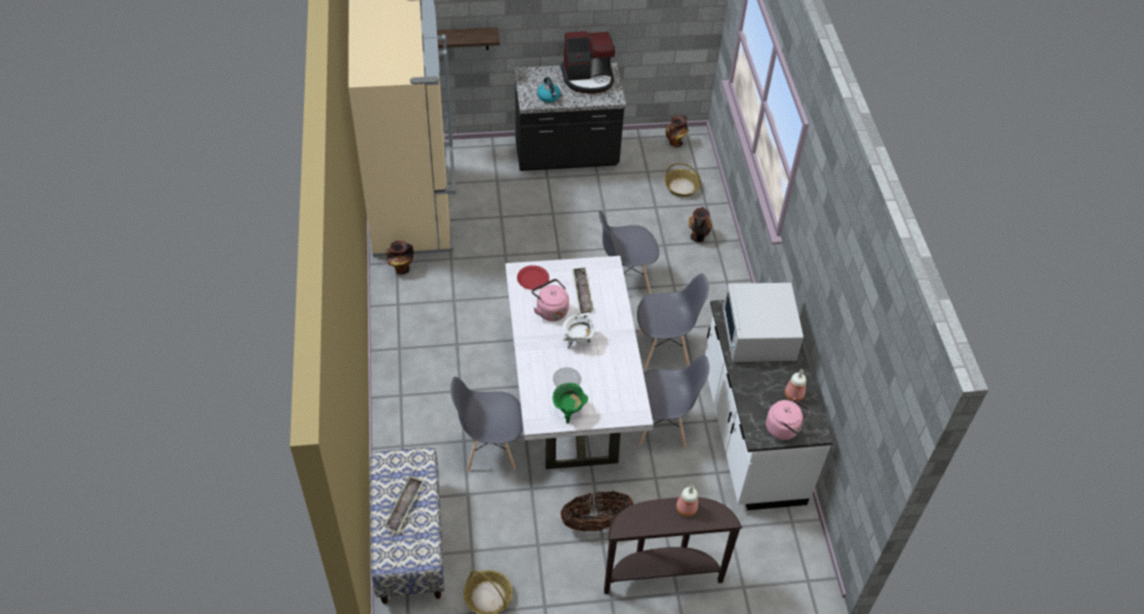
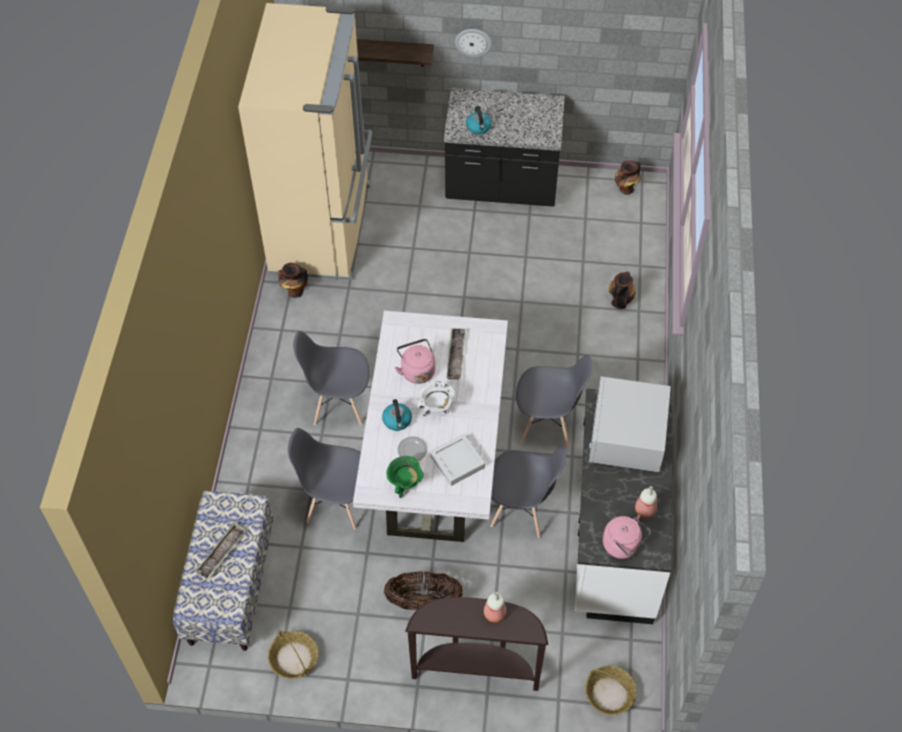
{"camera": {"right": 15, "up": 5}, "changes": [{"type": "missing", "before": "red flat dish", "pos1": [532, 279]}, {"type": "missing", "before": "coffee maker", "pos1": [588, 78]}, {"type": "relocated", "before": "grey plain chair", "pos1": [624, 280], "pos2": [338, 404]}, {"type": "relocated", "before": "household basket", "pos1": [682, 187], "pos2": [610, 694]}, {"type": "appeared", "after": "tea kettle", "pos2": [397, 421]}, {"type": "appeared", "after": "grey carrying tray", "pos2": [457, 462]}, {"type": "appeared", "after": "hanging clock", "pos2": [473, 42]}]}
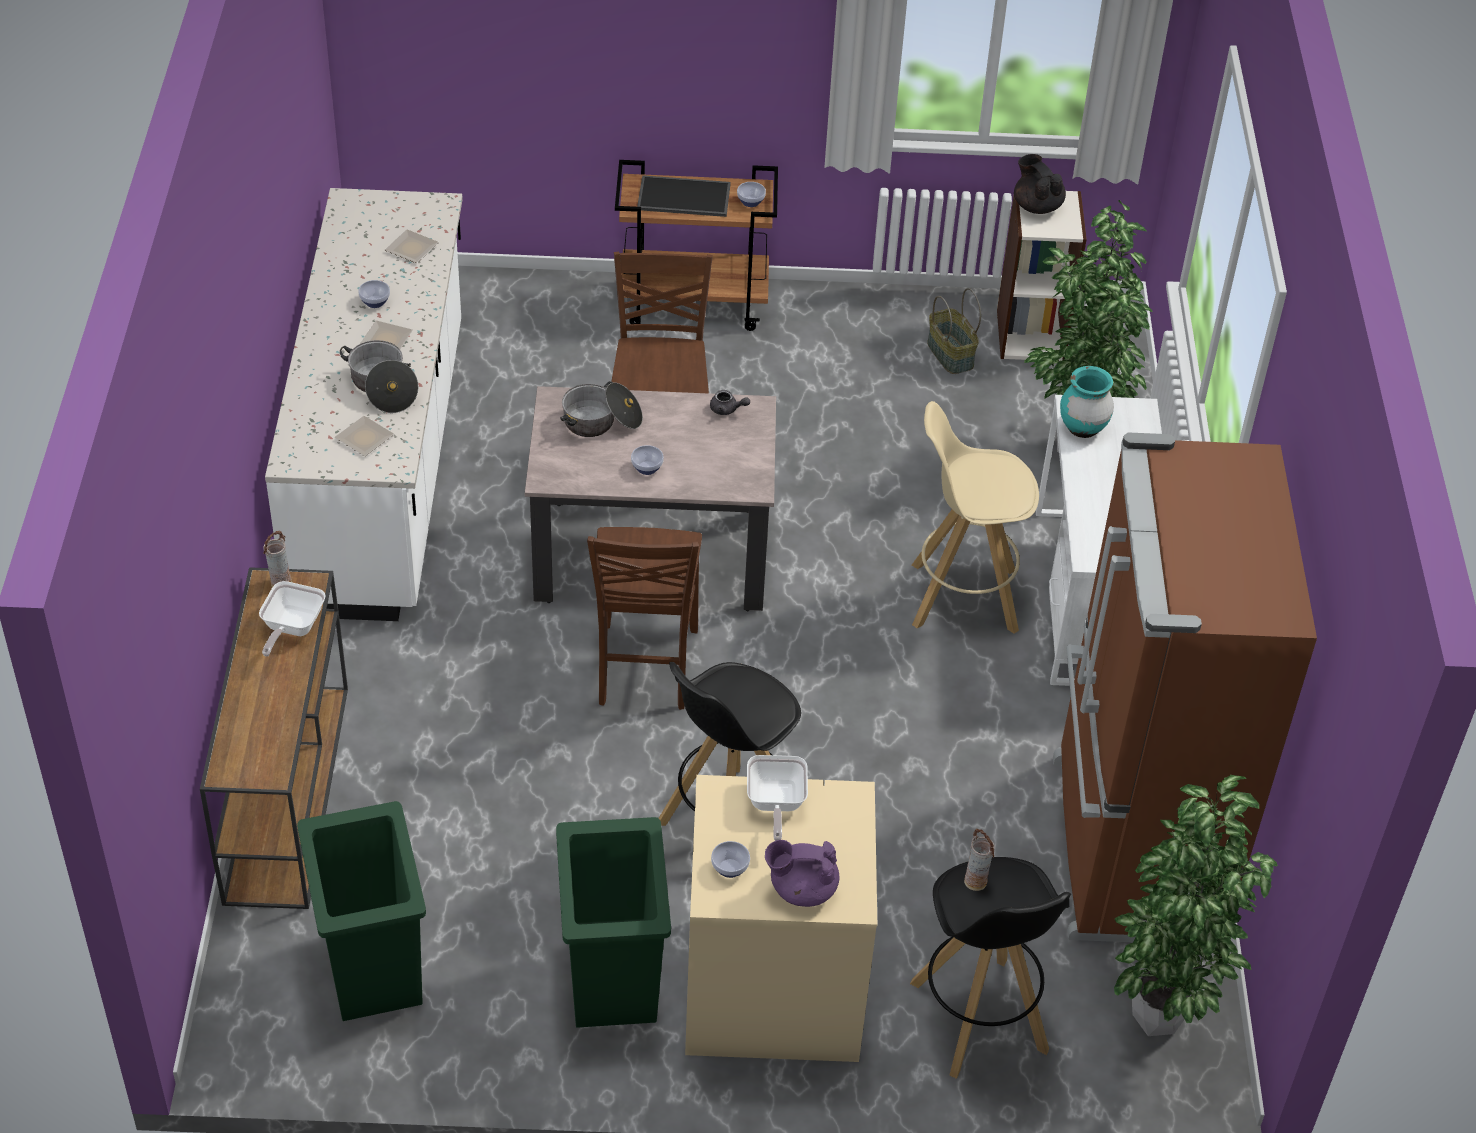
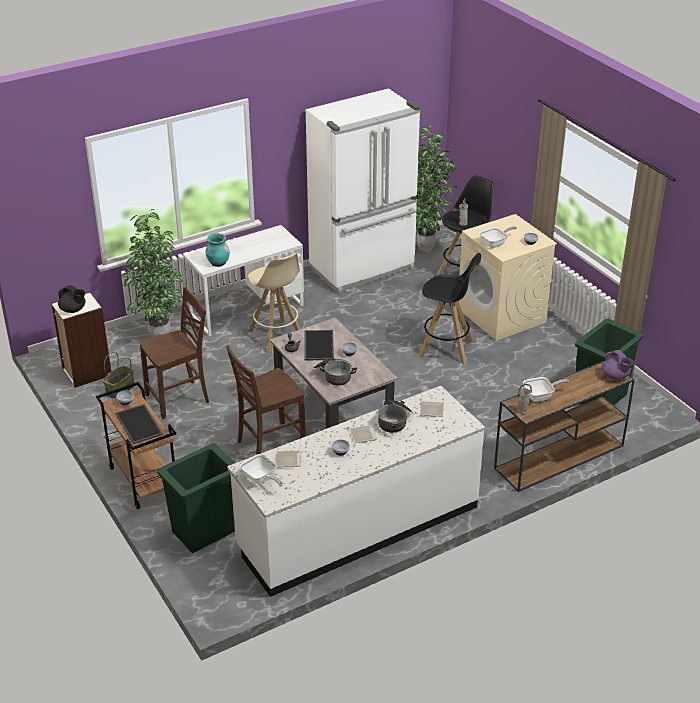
{"camera": {"right": -120, "up": -10}, "changes": [{"type": "relocated", "before": "green-coloured waste bin", "pos1": [611, 981], "pos2": [205, 531]}, {"type": "relocated", "before": "brownish plain chair", "pos1": [644, 668], "pos2": [179, 399]}, {"type": "relocated", "before": "purplish tea pot", "pos1": [801, 889], "pos2": [615, 376]}, {"type": "spun", "before": "blackish tea pot", "pos1": [1037, 206], "pos2": [73, 310], "turn": -90}, {"type": "colour", "before": "brownish kitchen fridge", "after": "whitish kitchen fridge", "pos1": [1130, 850], "pos2": [363, 269]}, {"type": "appeared", "after": "frying pan", "pos2": [261, 479]}, {"type": "appeared", "after": "carrying tray", "pos2": [318, 345]}]}
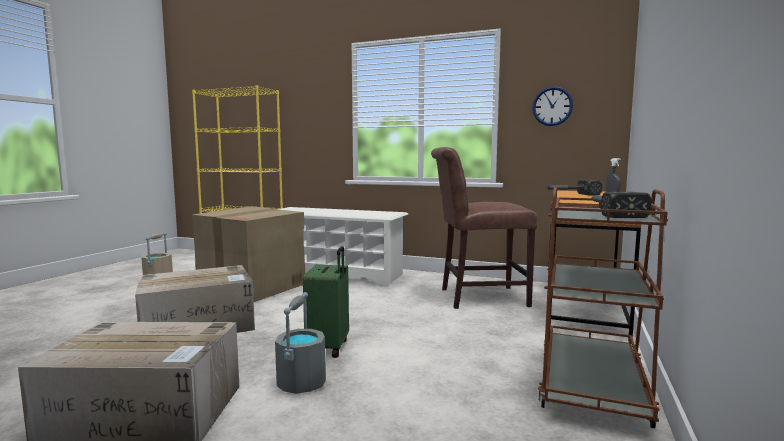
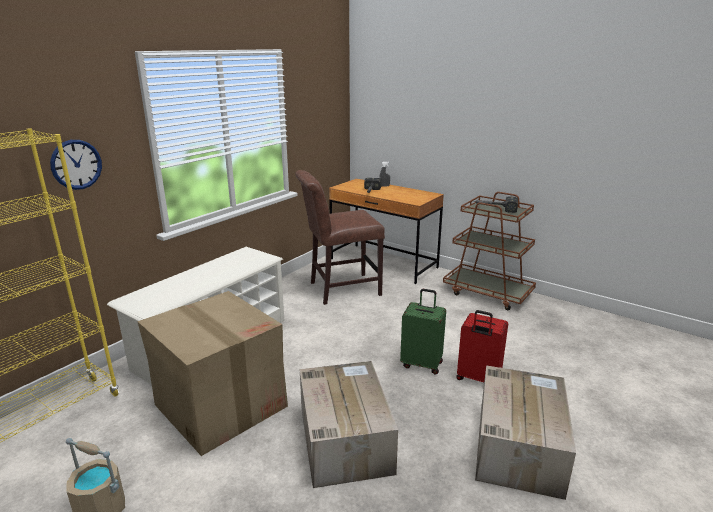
{"camera": {"right": -75, "up": 15}, "changes": [{"type": "exchanged", "before": "grey water bucket", "after": "red piece of luggage", "pos1": [301, 383], "pos2": [477, 378]}, {"type": "spun", "before": "brownish plain chair", "pos1": [478, 297], "pos2": [340, 289], "turn": 60}, {"type": "relocated", "before": "hanging clock", "pos1": [552, 106], "pos2": [76, 164]}]}
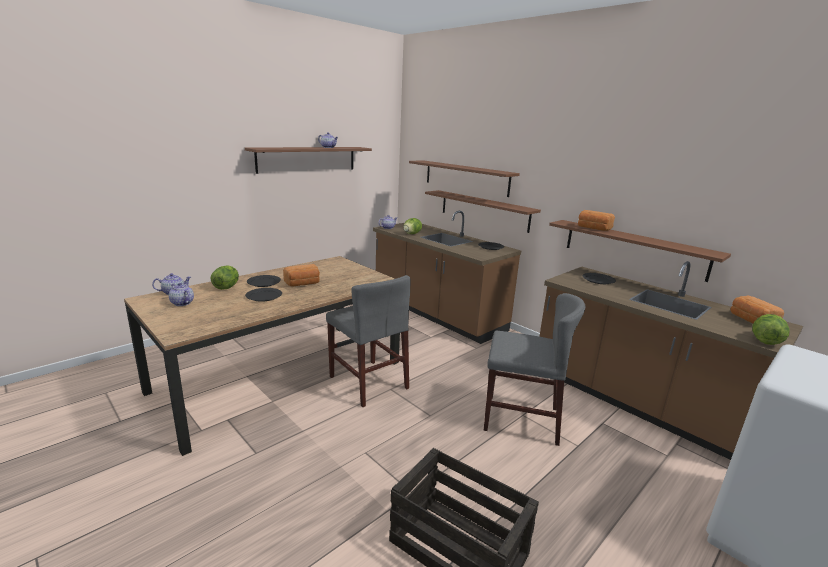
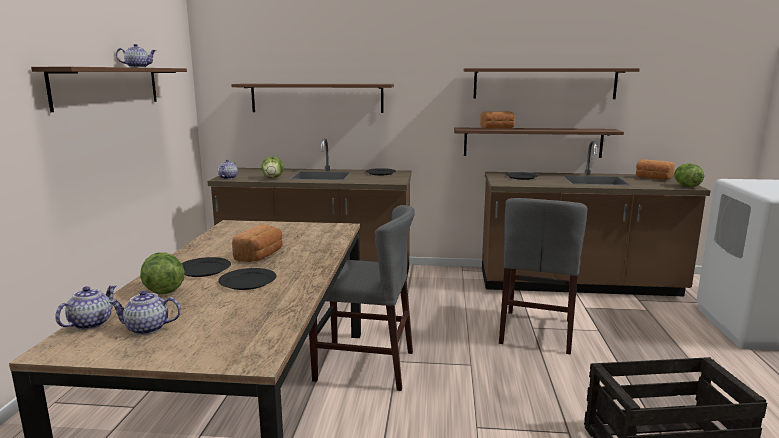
{"camera": {"right": -40, "up": -5}, "changes": [{"type": "relocated", "before": "brownish bracket shelf", "pos1": [483, 210], "pos2": [544, 83]}, {"type": "spun", "before": "grey plain chair", "pos1": [521, 419], "pos2": [536, 331], "turn": 135}]}
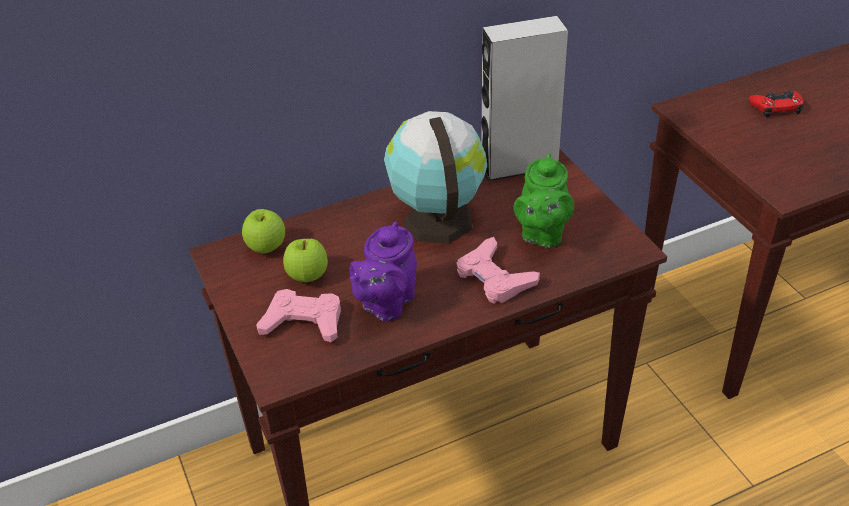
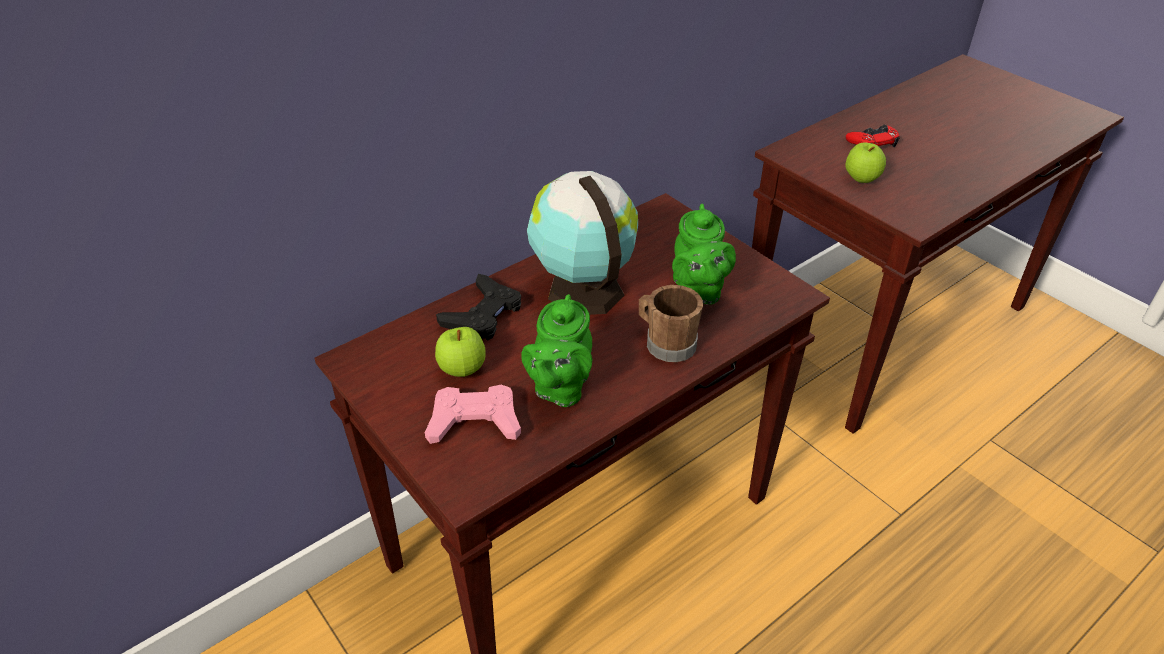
{"camera": {"right": -15, "up": 0}, "changes": [{"type": "relocated", "before": "whole apple", "pos1": [266, 247], "pos2": [861, 179]}, {"type": "colour", "before": "purplish tea pot", "after": "green-coloured tea pot", "pos1": [385, 304], "pos2": [560, 388]}, {"type": "exchanged", "before": "pink-coloured joypad", "after": "brownish tea mug", "pos1": [494, 277], "pos2": [666, 343]}, {"type": "missing", "before": "grey speaker", "pos1": [519, 165]}, {"type": "appeared", "after": "blackish joypad", "pos2": [483, 315]}]}
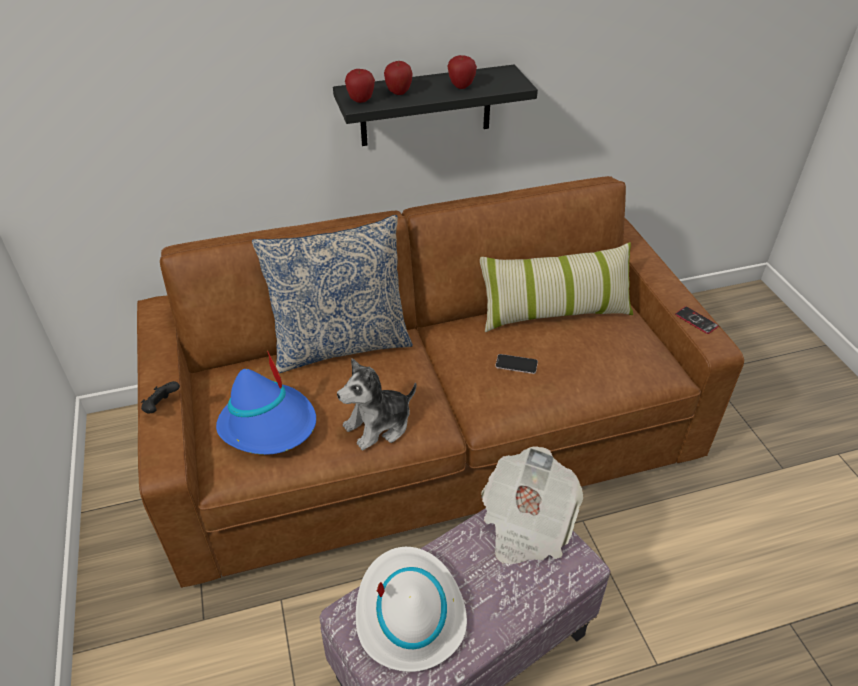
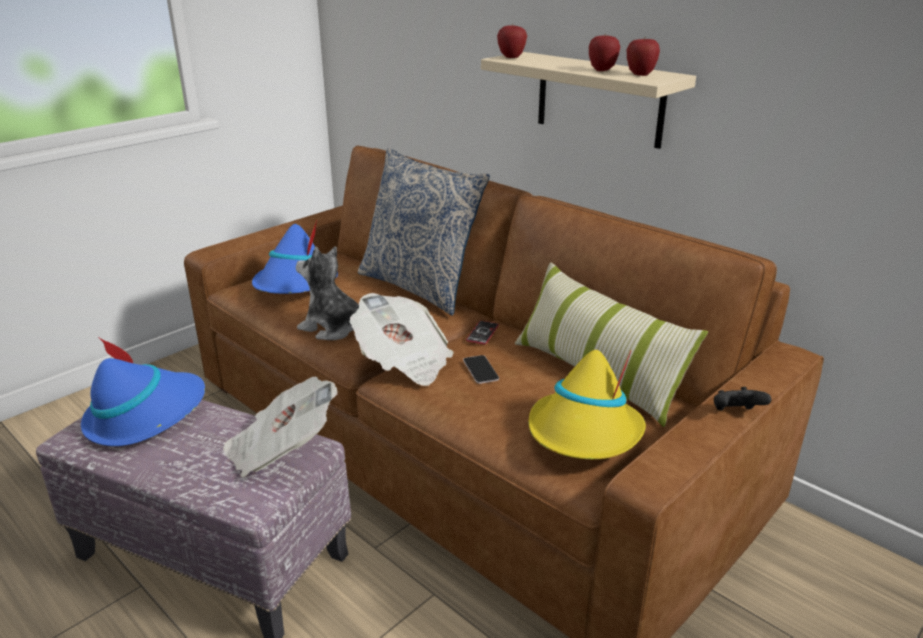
{"camera": {"right": 60, "up": -15}, "changes": [{"type": "relocated", "before": "blackish joypad", "pos1": [161, 407], "pos2": [735, 413]}, {"type": "colour", "before": "blackish bracket shelf", "after": "beige-coloured bracket shelf", "pos1": [426, 106], "pos2": [599, 99]}, {"type": "colour", "before": "whitish clothing hat", "after": "blue-coloured clothing hat", "pos1": [409, 612], "pos2": [146, 415]}, {"type": "relocated", "before": "whole apple", "pos1": [398, 92], "pos2": [640, 74]}, {"type": "relocated", "before": "handset", "pos1": [696, 320], "pos2": [482, 333]}, {"type": "appeared", "after": "newspaper", "pos2": [403, 361]}, {"type": "appeared", "after": "yellow-coloured clothing hat", "pos2": [584, 433]}]}
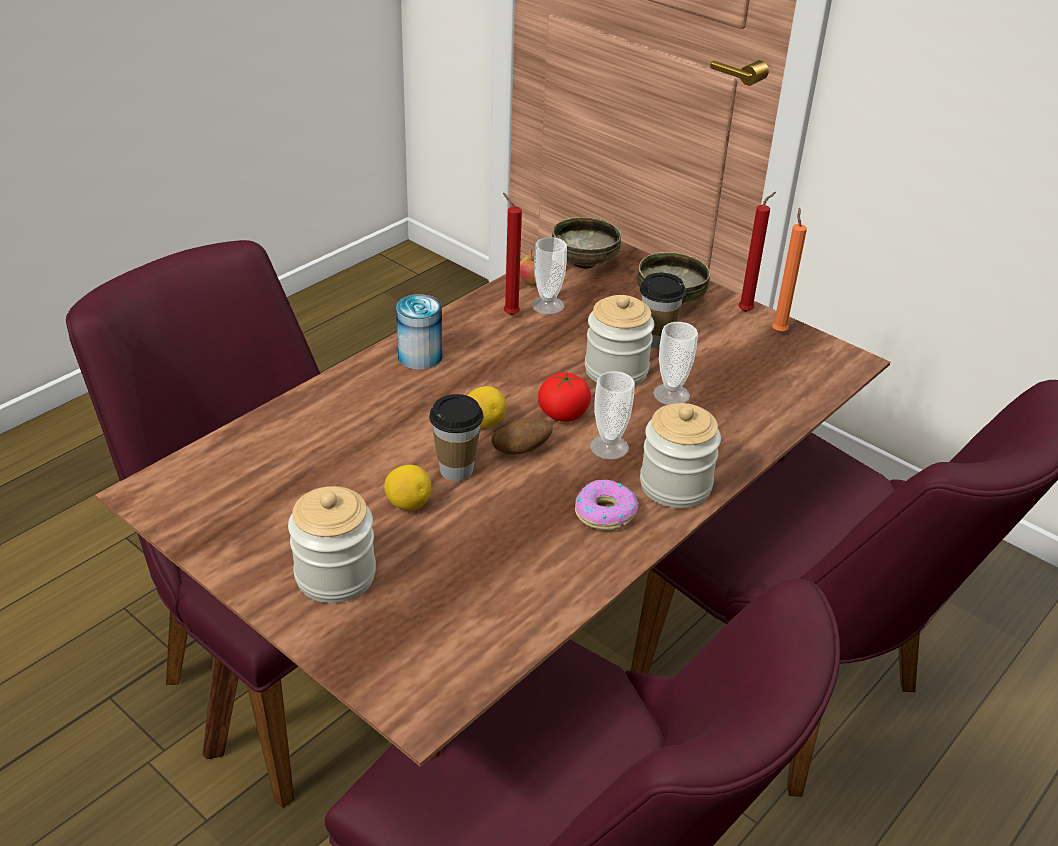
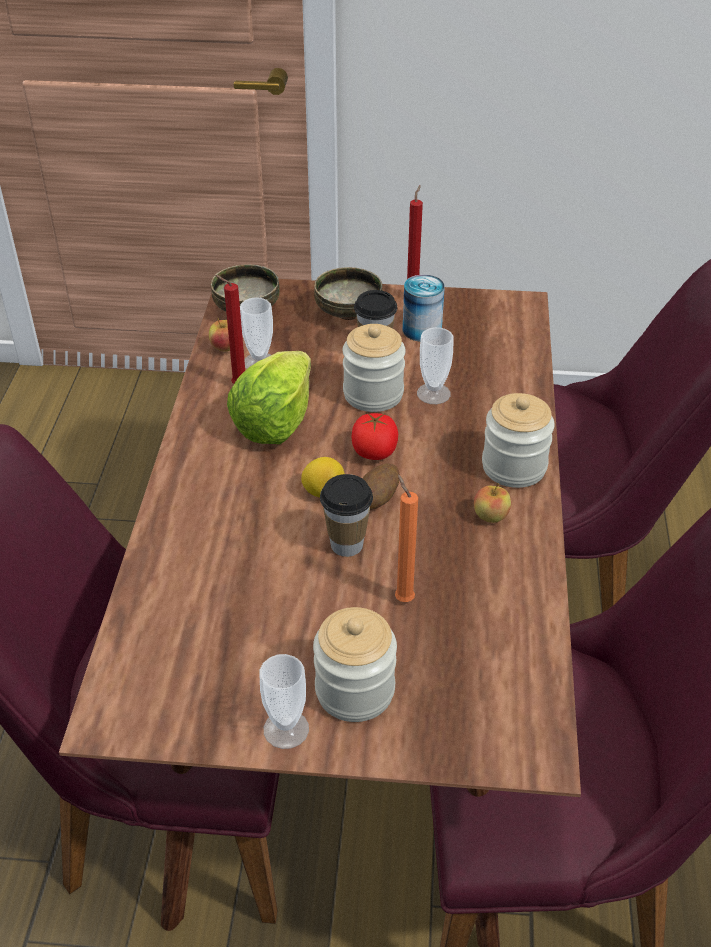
{"camera": {"right": -35, "up": 5}, "changes": [{"type": "missing", "before": "whole lemon", "pos1": [408, 504]}, {"type": "relocated", "before": "sealed can", "pos1": [420, 356], "pos2": [422, 330]}, {"type": "exchanged", "before": "ring doughnut", "after": "whole apple", "pos1": [605, 512], "pos2": [490, 516]}, {"type": "relocated", "before": "cup", "pos1": [609, 447], "pos2": [286, 729]}, {"type": "relocated", "before": "orangey wax light", "pos1": [778, 331], "pos2": [402, 598]}, {"type": "appeared", "after": "head of lettuce", "pos2": [275, 421]}]}
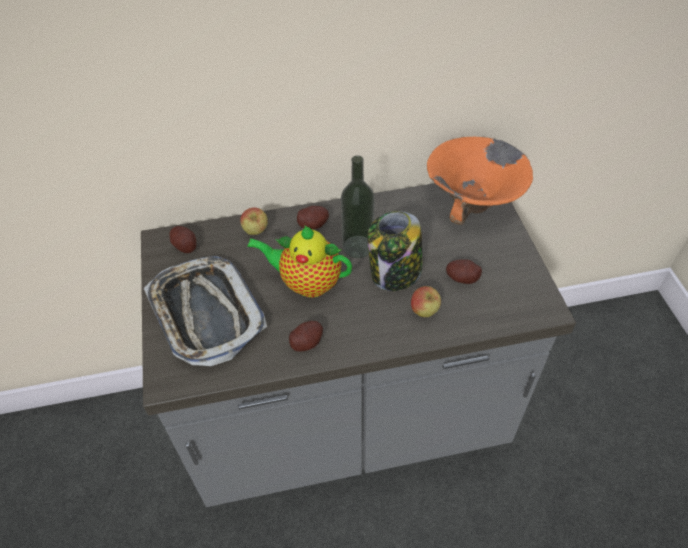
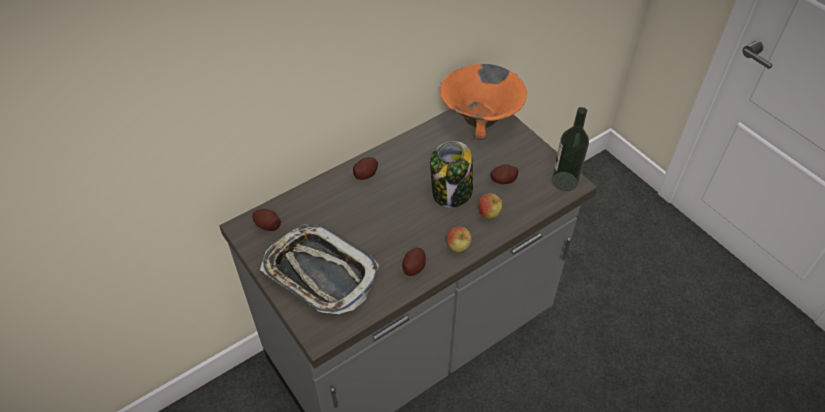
{"camera": {"right": -25, "up": 0}, "changes": [{"type": "relocated", "before": "whole apple", "pos1": [256, 232], "pos2": [458, 247]}, {"type": "missing", "before": "tea pot", "pos1": [307, 283]}, {"type": "relocated", "before": "bottle", "pos1": [357, 246], "pos2": [564, 181]}]}
